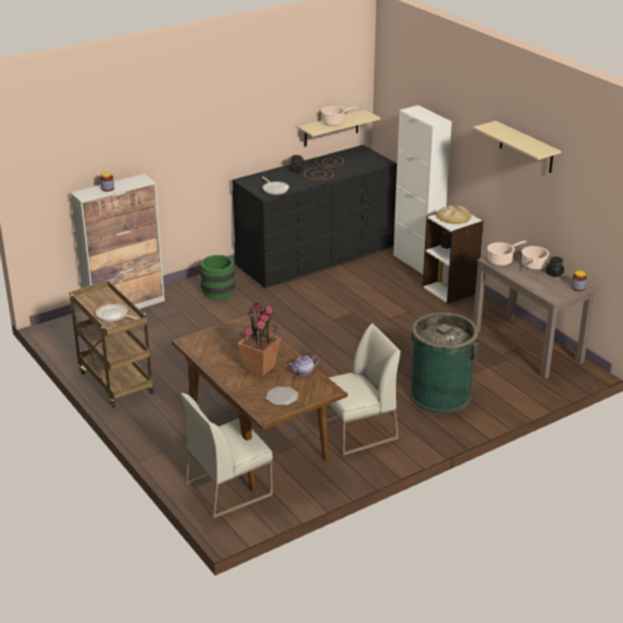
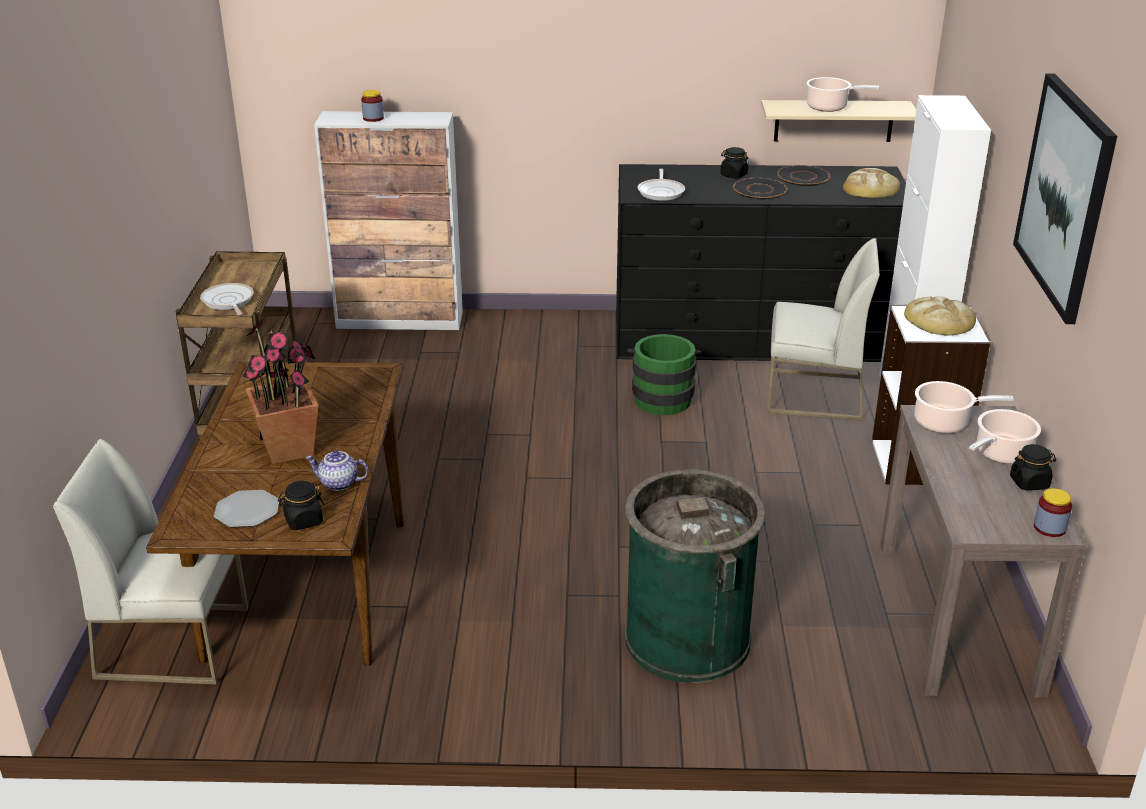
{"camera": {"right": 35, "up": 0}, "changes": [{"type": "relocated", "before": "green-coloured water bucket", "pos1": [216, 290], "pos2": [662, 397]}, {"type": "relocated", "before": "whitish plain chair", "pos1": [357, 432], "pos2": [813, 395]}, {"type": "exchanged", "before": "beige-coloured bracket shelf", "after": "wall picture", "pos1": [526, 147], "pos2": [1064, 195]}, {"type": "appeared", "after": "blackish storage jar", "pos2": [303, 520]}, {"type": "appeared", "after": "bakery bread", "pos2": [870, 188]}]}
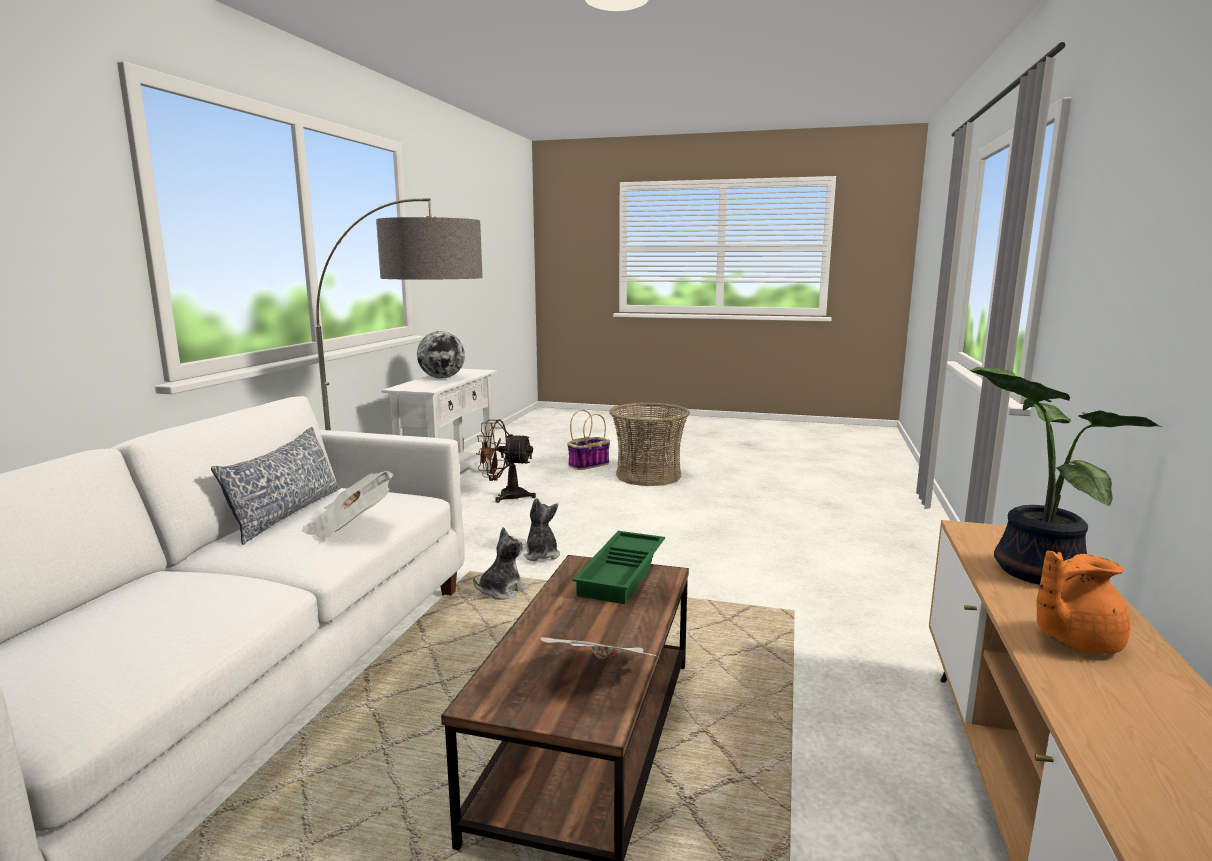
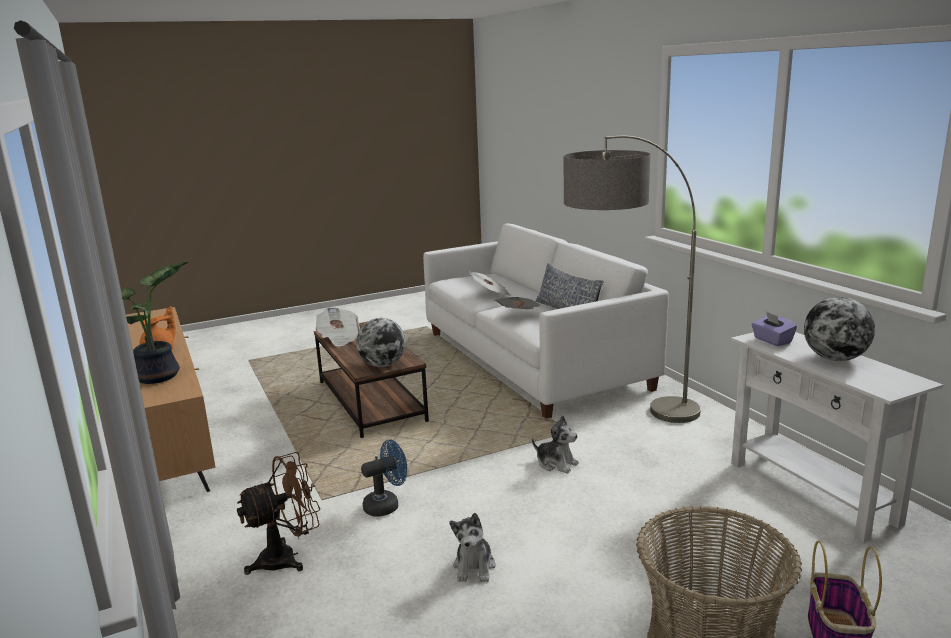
{"camera": {"right": 140, "up": 5}, "changes": [{"type": "relocated", "before": "plush toy", "pos1": [502, 591], "pos2": [474, 567]}, {"type": "relocated", "before": "brownish cooling fan", "pos1": [505, 496], "pos2": [287, 557]}, {"type": "exchanged", "before": "green-coloured carrying tray", "after": "globe", "pos1": [623, 574], "pos2": [382, 365]}, {"type": "appeared", "after": "blue-coloured cooling fan", "pos2": [386, 505]}, {"type": "appeared", "after": "newspaper", "pos2": [491, 294]}, {"type": "appeared", "after": "purplish tissue box", "pos2": [772, 341]}]}
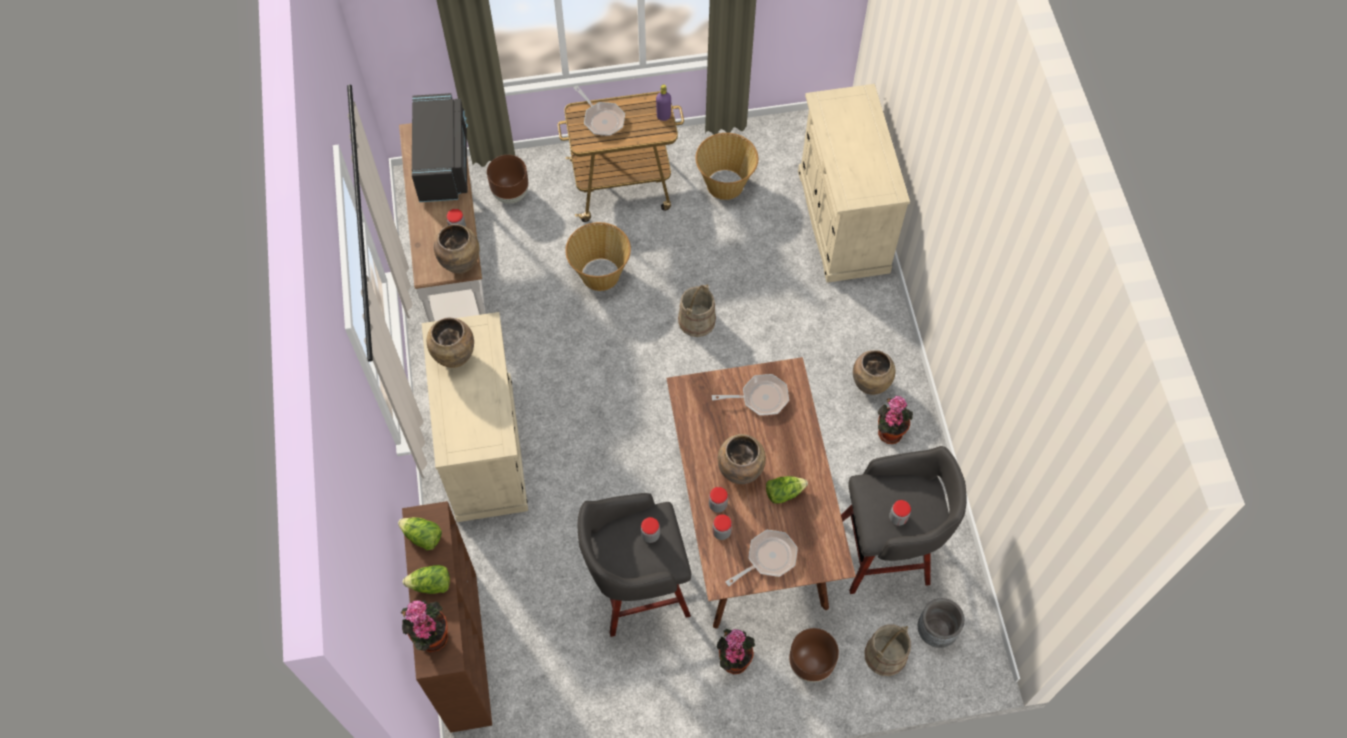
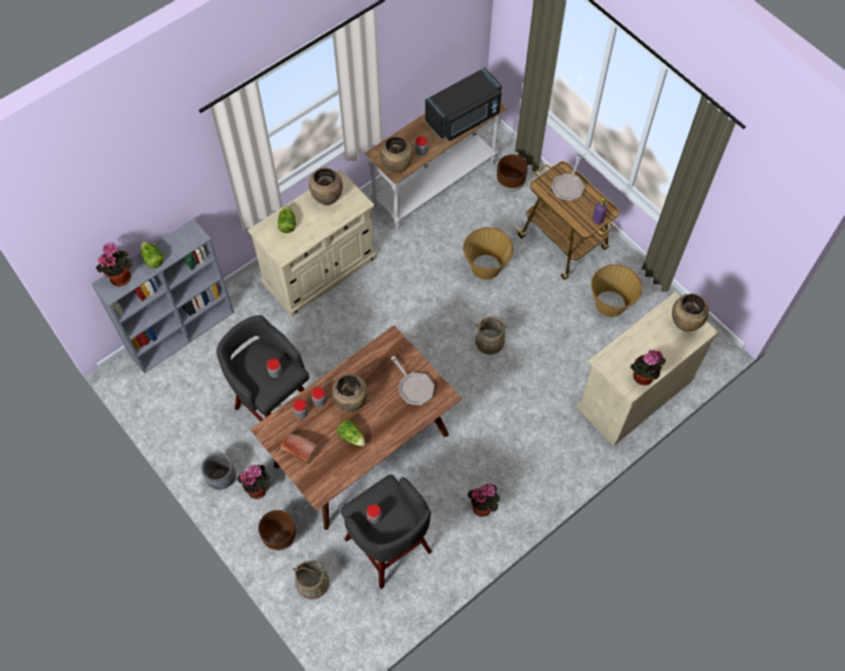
{"camera": {"right": 60, "up": 0}, "changes": [{"type": "relocated", "before": "head of lettuce", "pos1": [422, 537], "pos2": [287, 224]}, {"type": "colour", "before": "brownish bookshelf", "after": "grey bookshelf", "pos1": [463, 649], "pos2": [183, 331]}, {"type": "exchanged", "before": "frying pan", "after": "bakery bread", "pos1": [768, 558], "pos2": [298, 450]}, {"type": "relocated", "before": "brownish flower vase", "pos1": [870, 385], "pos2": [684, 324]}, {"type": "relocated", "before": "grey flower pot", "pos1": [936, 631], "pos2": [221, 478]}, {"type": "appeared", "after": "plant in a pot", "pos2": [643, 378]}]}
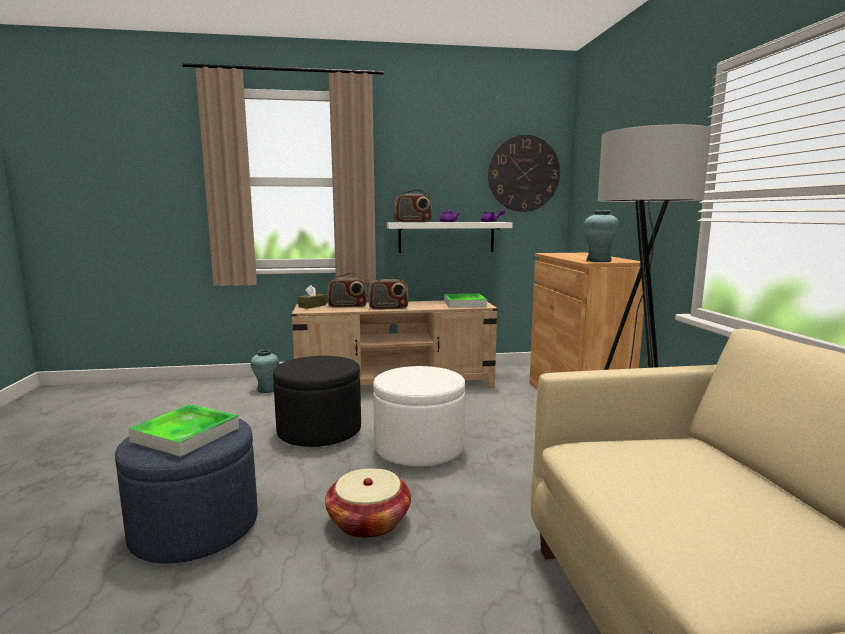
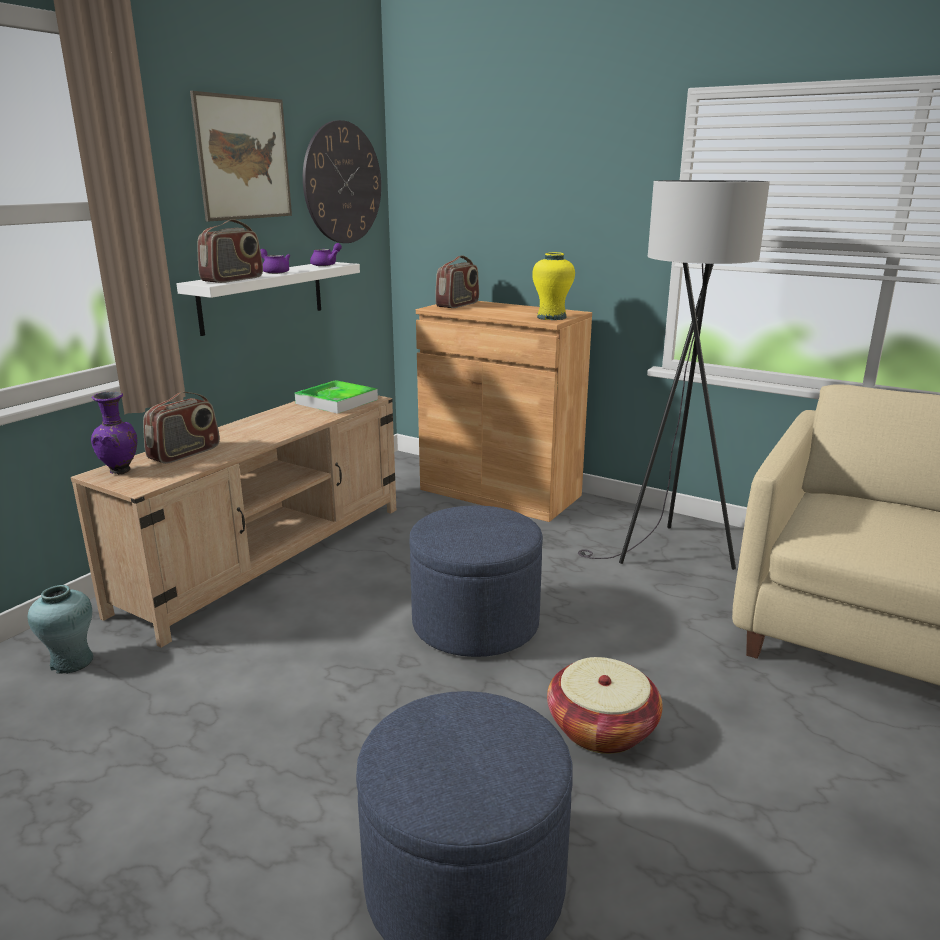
{"camera": {"right": -50, "up": 10}, "changes": [{"type": "missing", "before": "carrying tray", "pos1": [186, 434]}, {"type": "missing", "before": "blackish ottoman", "pos1": [319, 430]}, {"type": "exchanged", "before": "brownish tissue box", "after": "purplish flower vase", "pos1": [312, 306], "pos2": [120, 472]}, {"type": "relocated", "before": "radio receiver", "pos1": [388, 308], "pos2": [458, 305]}, {"type": "colour", "before": "whitish ottoman", "after": "blue-coloured ottoman", "pos1": [419, 447], "pos2": [475, 623]}, {"type": "colour", "before": "blue-green flower vase", "after": "yellow-coloured flower vase", "pos1": [599, 261], "pos2": [552, 317]}, {"type": "appeared", "after": "wall picture", "pos2": [244, 158]}]}
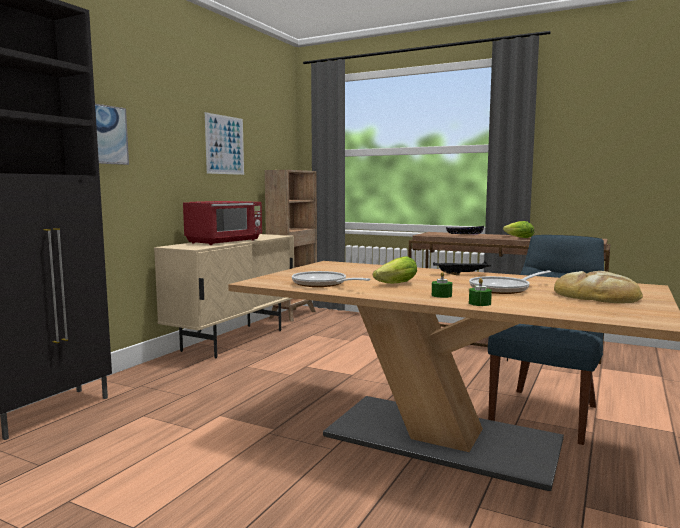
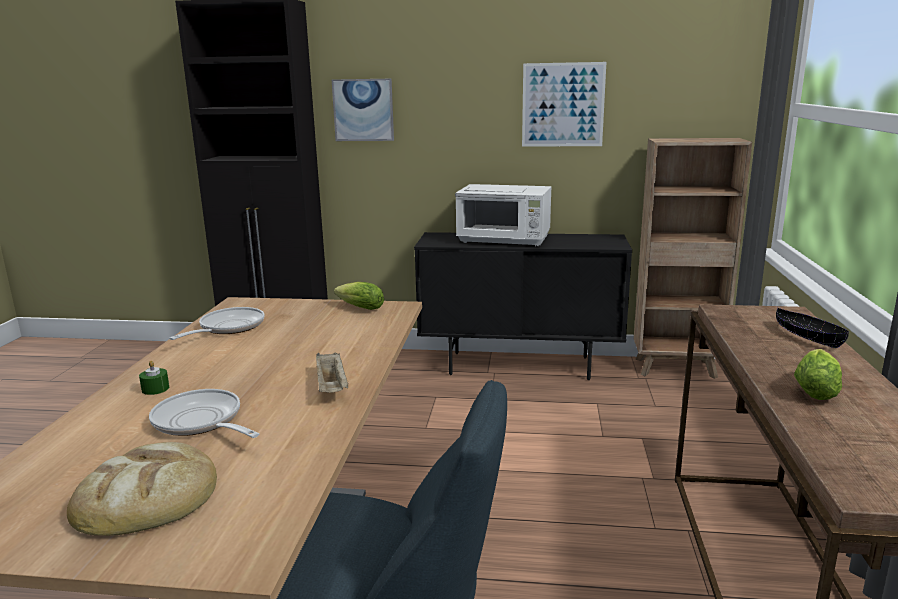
{"camera": {"right": 70, "up": 10}, "changes": [{"type": "colour", "before": "beige-coloured storage cabinet", "after": "blackish storage cabinet", "pos1": [234, 340], "pos2": [520, 366]}, {"type": "colour", "before": "red kitchen microwave", "after": "whitish kitchen microwave", "pos1": [225, 241], "pos2": [504, 240]}, {"type": "relocated", "before": "head of lettuce", "pos1": [393, 284], "pos2": [358, 308]}, {"type": "colour", "before": "blackish carrying tray", "after": "beige-coloured carrying tray", "pos1": [461, 274], "pos2": [332, 387]}, {"type": "missing", "before": "green-coloured wax light", "pos1": [479, 303]}]}
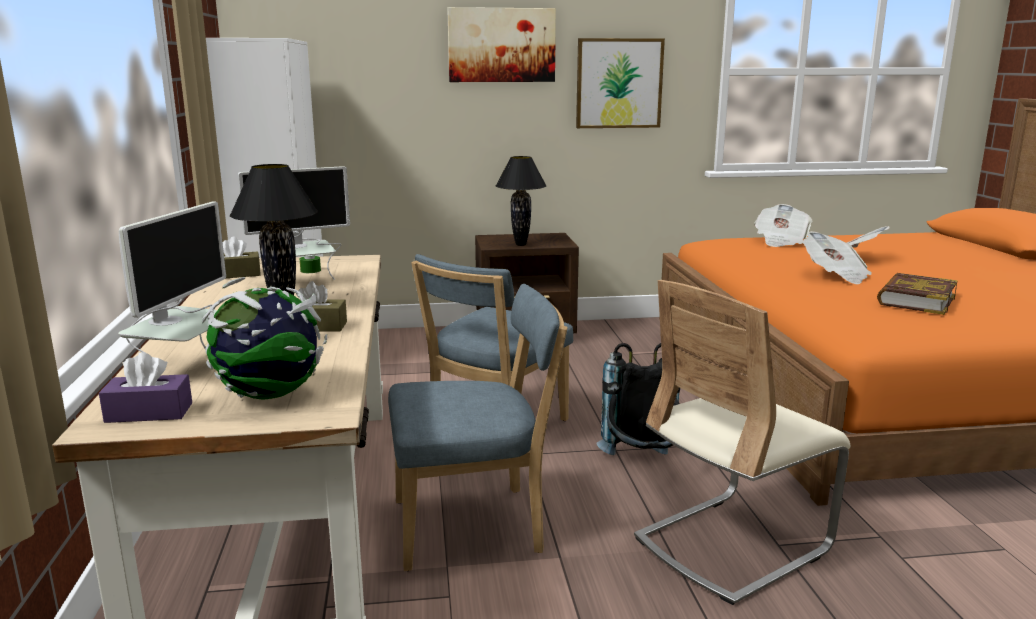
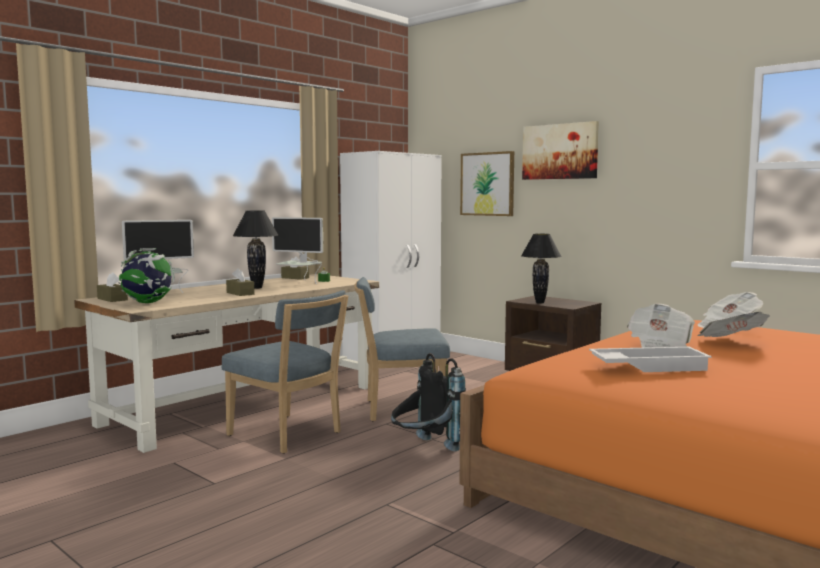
{"camera": {"right": 50, "up": -10}, "changes": [{"type": "colour", "before": "purplish tissue box", "after": "brownish tissue box", "pos1": [149, 413], "pos2": [112, 299]}, {"type": "relocated", "before": "wall picture", "pos1": [619, 83], "pos2": [487, 184]}, {"type": "missing", "before": "beige-coloured plain chair", "pos1": [732, 544]}, {"type": "exchanged", "before": "book", "after": "whitish carrying tray", "pos1": [915, 300], "pos2": [648, 366]}]}
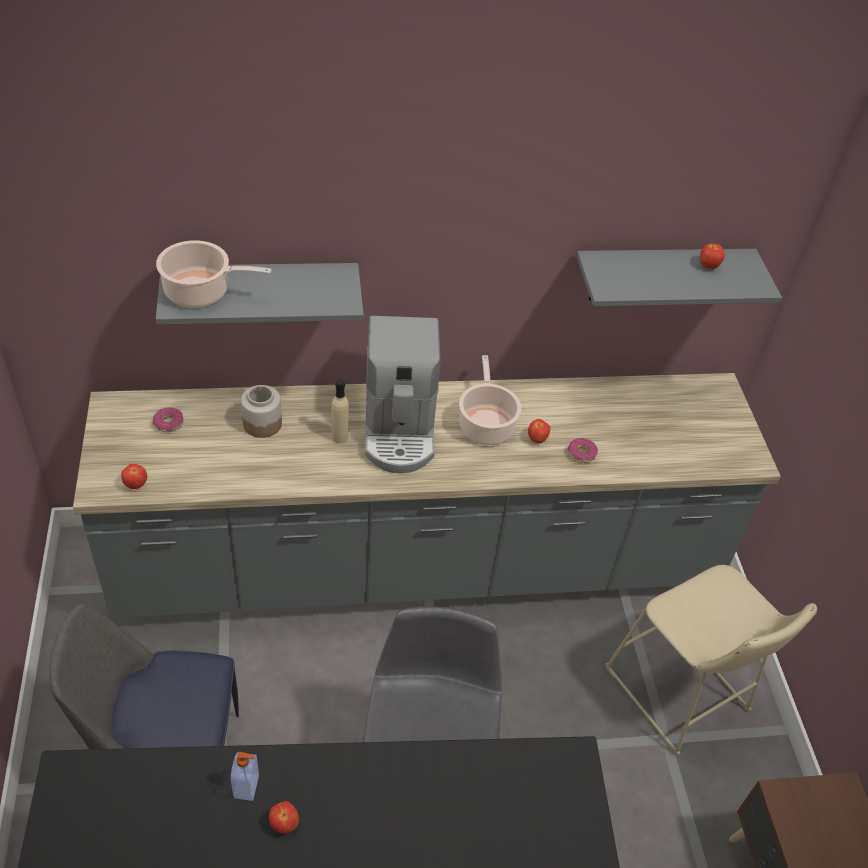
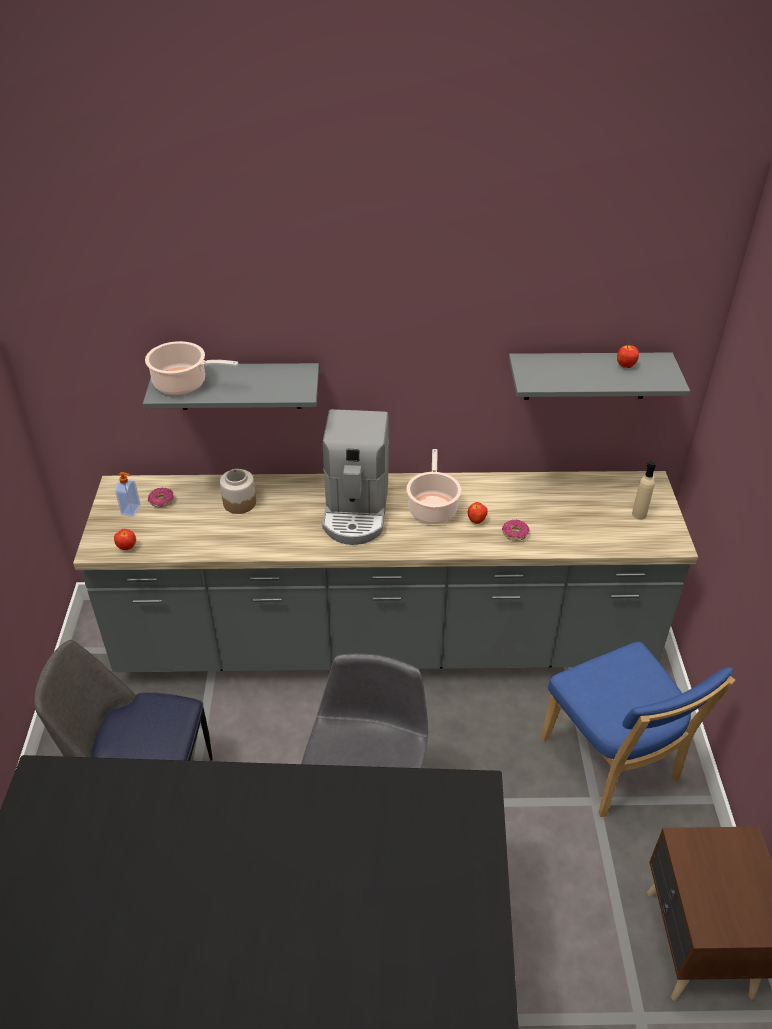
{"camera": {"right": 10, "up": -5}, "changes": [{"type": "relocated", "before": "liquid soap bottle", "pos1": [247, 787], "pos2": [131, 510]}, {"type": "missing", "before": "whole apple", "pos1": [284, 824]}, {"type": "relocated", "before": "beige-coloured bottle", "pos1": [339, 437], "pos2": [639, 514]}, {"type": "exchanged", "before": "beige-coloured sitting stool", "after": "blue-coloured plain chair", "pos1": [680, 696], "pos2": [613, 764]}]}
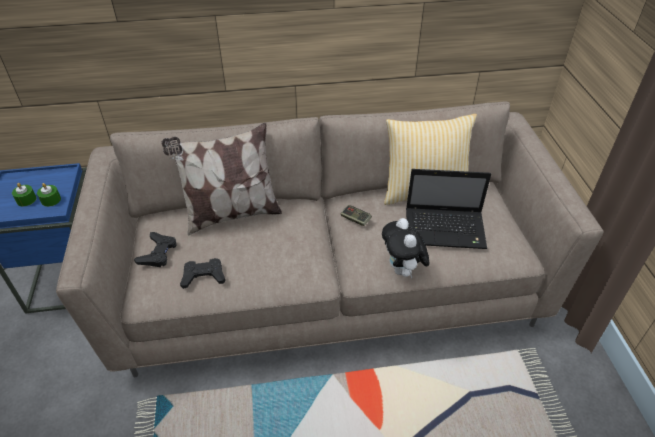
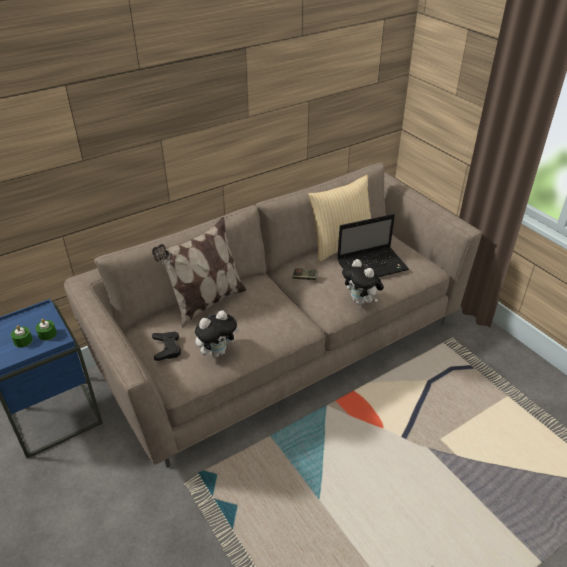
{"camera": {"right": -25, "up": -5}, "changes": [{"type": "exchanged", "before": "blackish joypad", "after": "plush toy", "pos1": [203, 276], "pos2": [217, 352]}]}
